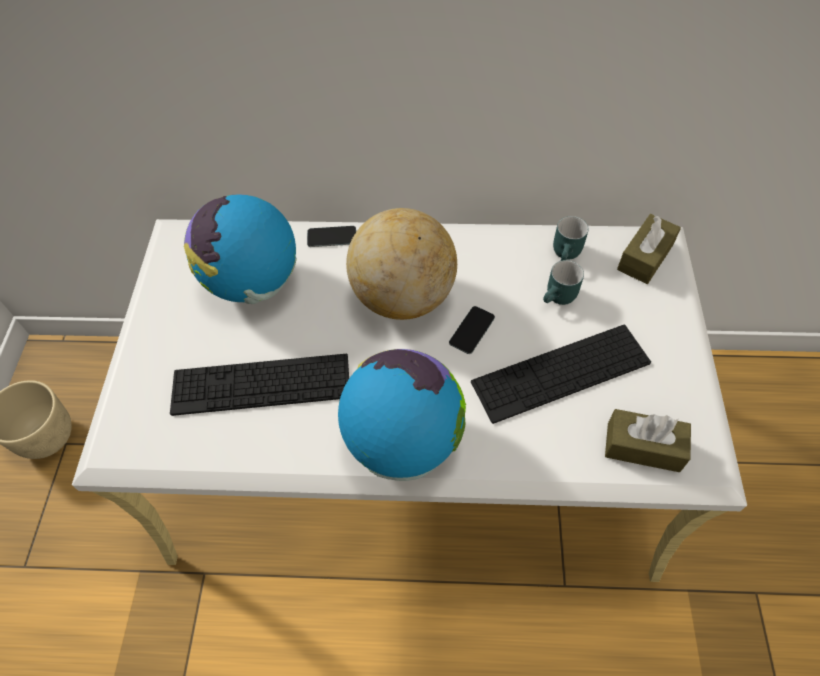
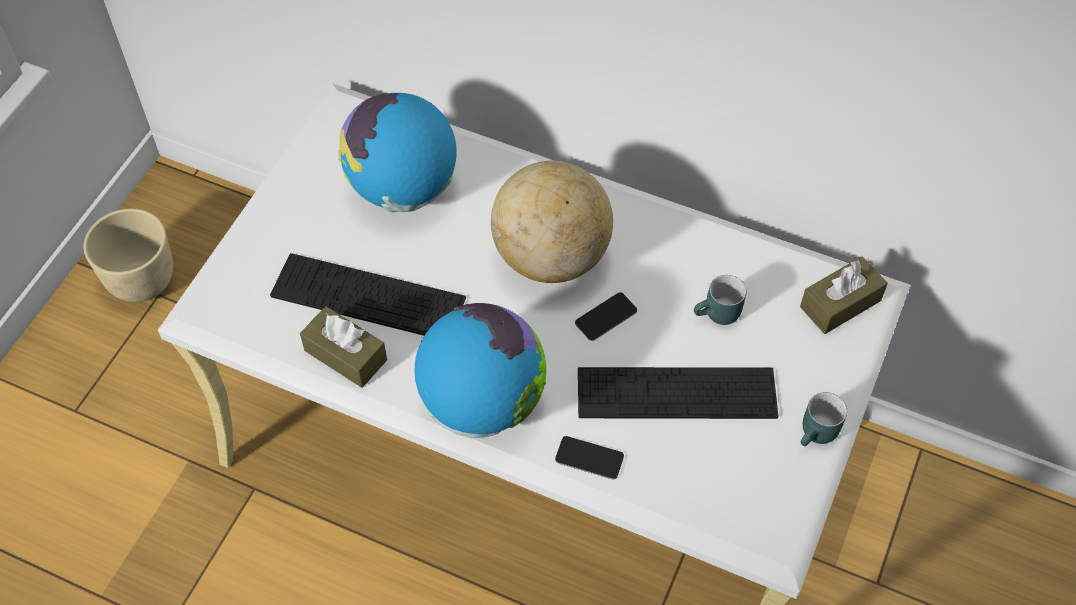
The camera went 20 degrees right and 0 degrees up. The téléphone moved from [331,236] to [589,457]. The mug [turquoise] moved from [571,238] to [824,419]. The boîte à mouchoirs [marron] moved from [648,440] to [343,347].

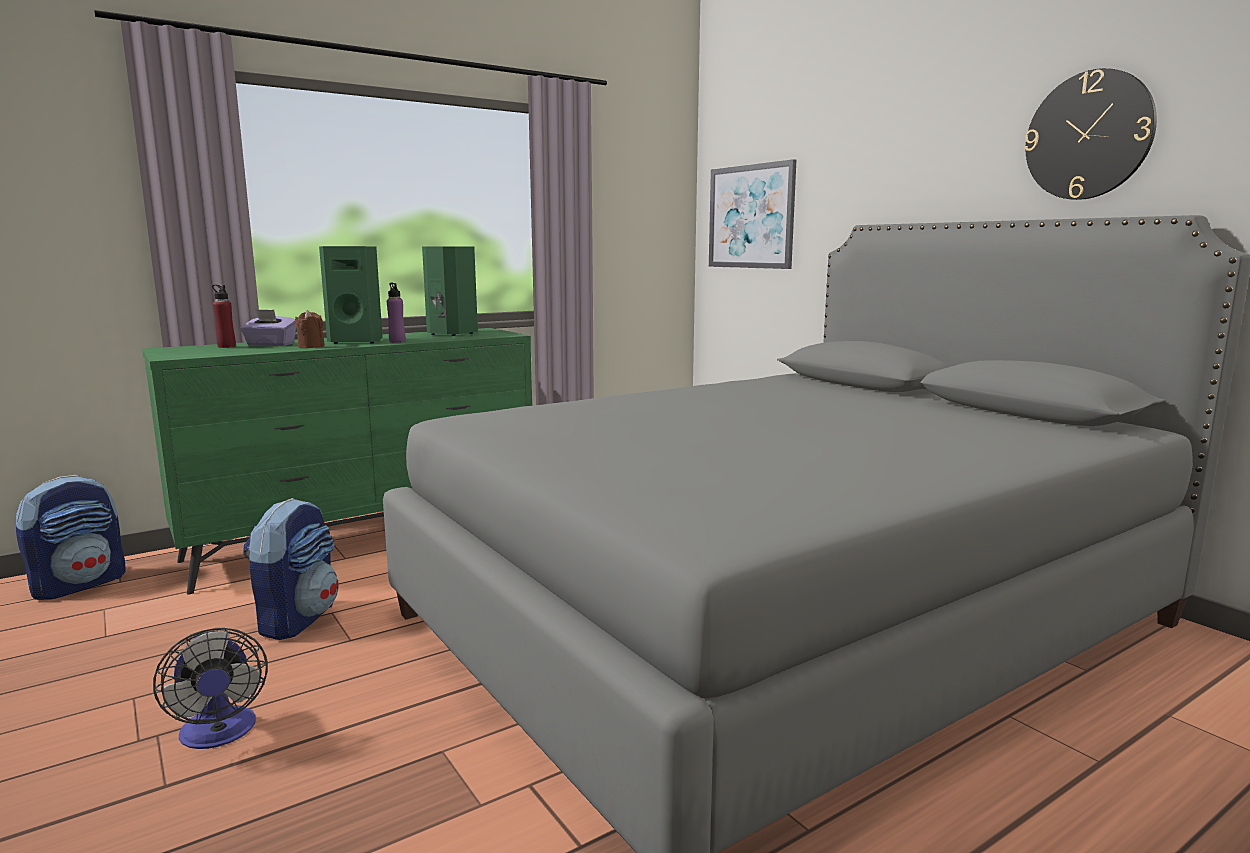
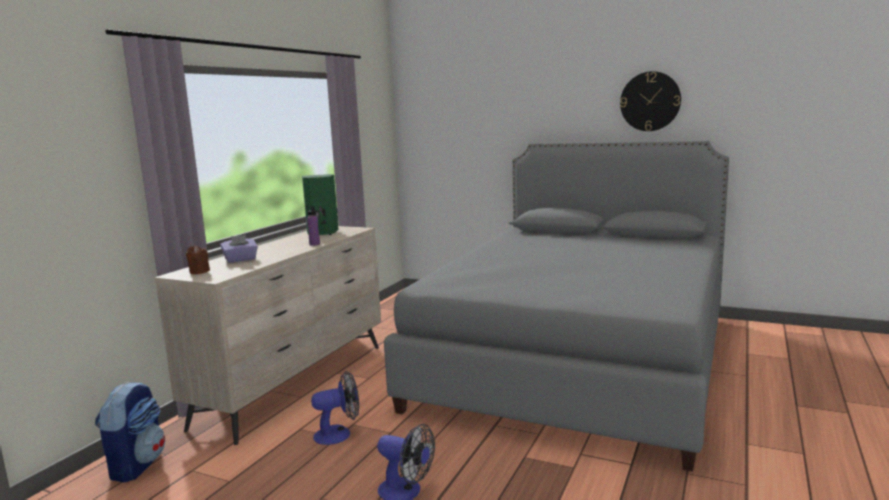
The camera went 30 degrees left and 0 degrees up. The commode [vert] at [337,461] became the commode [beige] at [267,335]. The bouteille [rouge] at [224,316] disappeared. The sac à dos at [290,569] was replaced by the ventilateur at [335,408]. The bougie [marron] moved from [310,329] to [198,259]. The enceinte [vert] at [351,295] disappeared. The tableau at [752,214] disappeared.

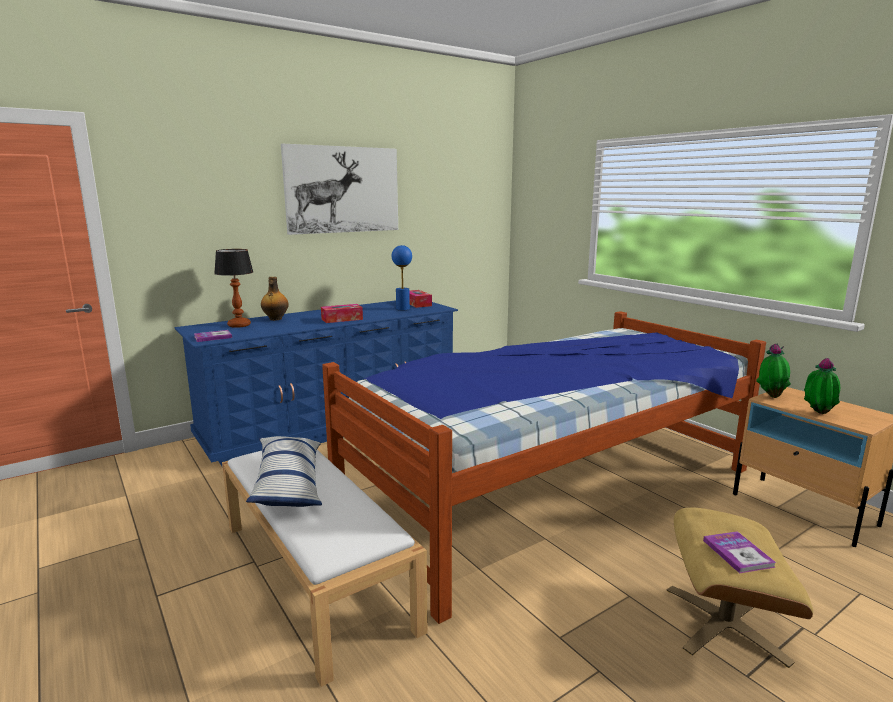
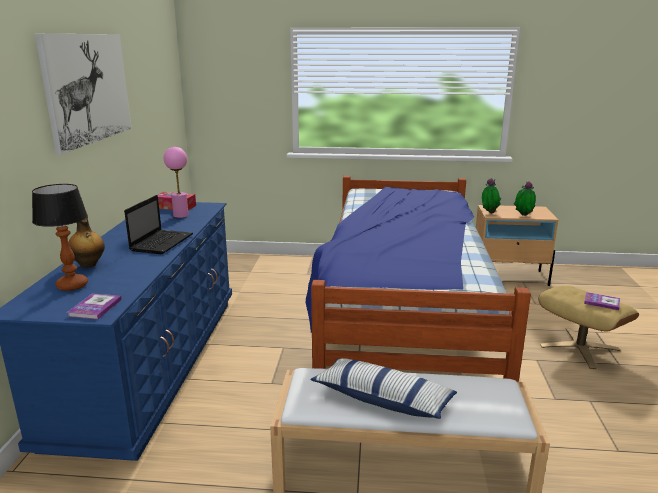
The camera went 50 degrees left and 5 degrees up. The boîte à mouchoirs at [342,313] was replaced by the ordinateur portable at [158,224]. The lampe de table [bleu] at [402,277] became the lampe de table [rose] at [176,182].

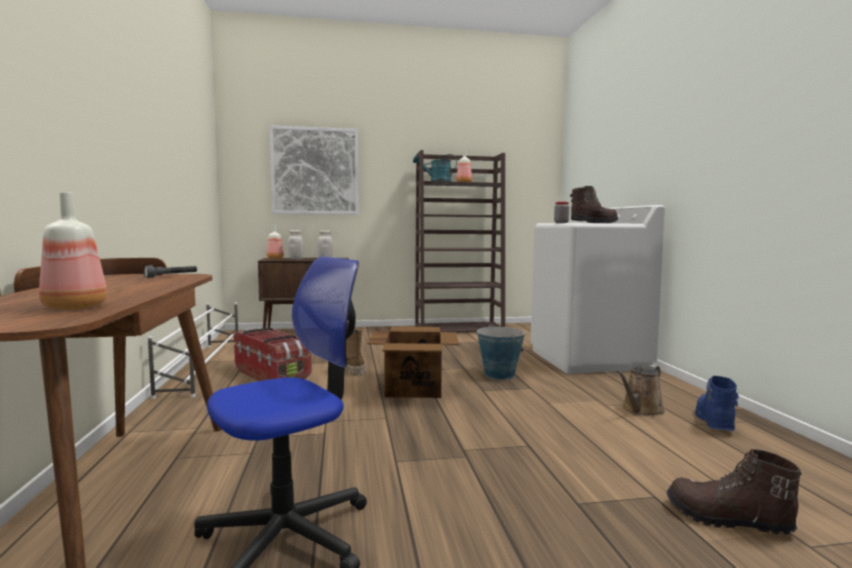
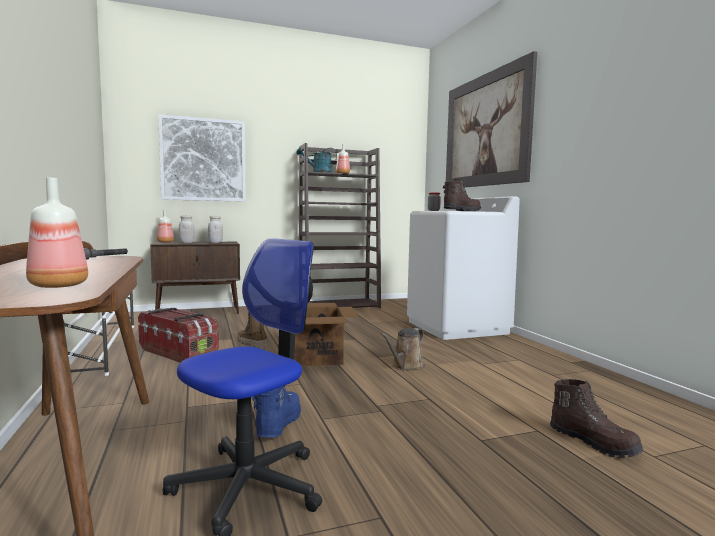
The camera went 10 degrees left and 0 degrees up. The seau at [501,352] disappeared. The arrosoir [marron] moved from [641,390] to [403,349]. The botte [marron] at [734,491] turned 150 degrees counterclockwise. The botte [bleu] moved from [716,403] to [276,412]. The tableau at [491,119] appeared.

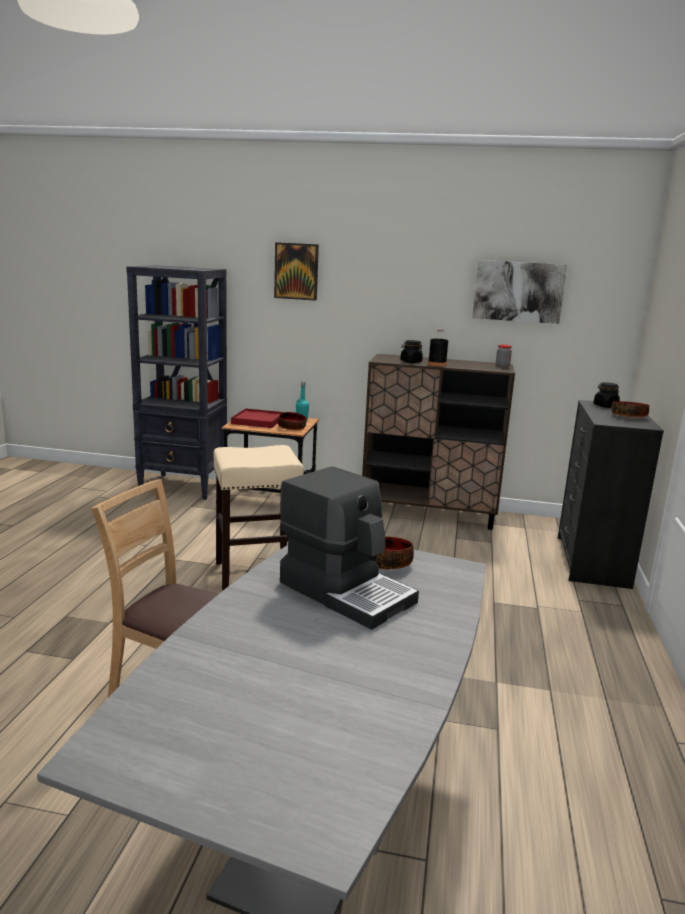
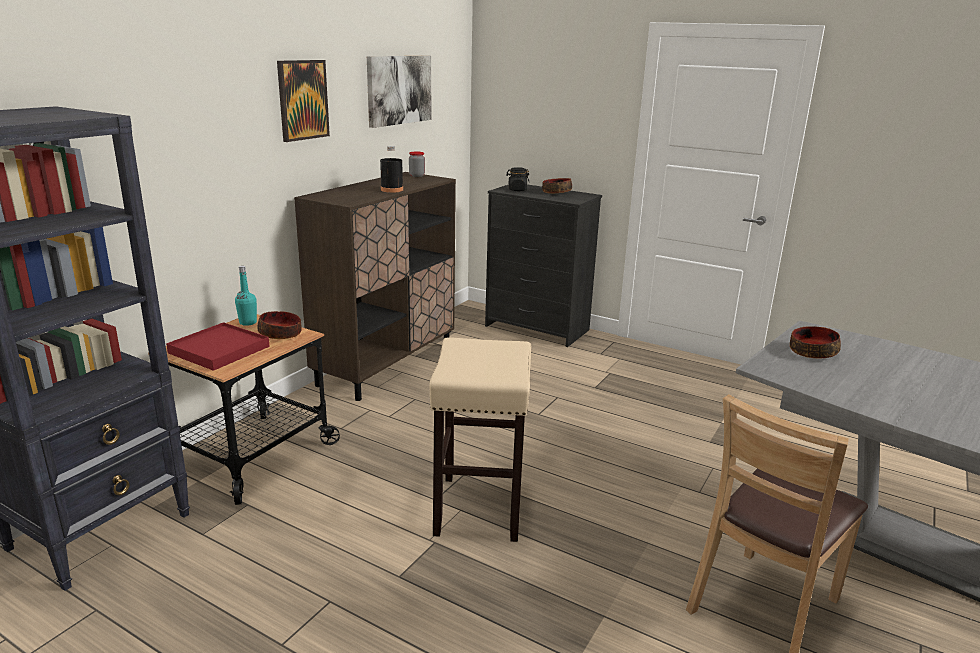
The camera went 70 degrees left and 5 degrees up. The tableau moved from [296,271] to [303,101]. The machine à café at [349,548] disappeared. The bocal [noir] at [411,351] disappeared.

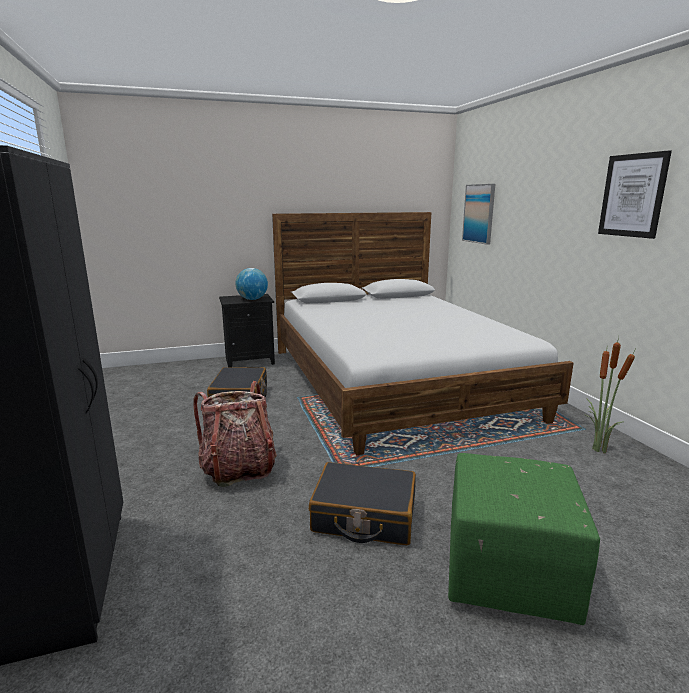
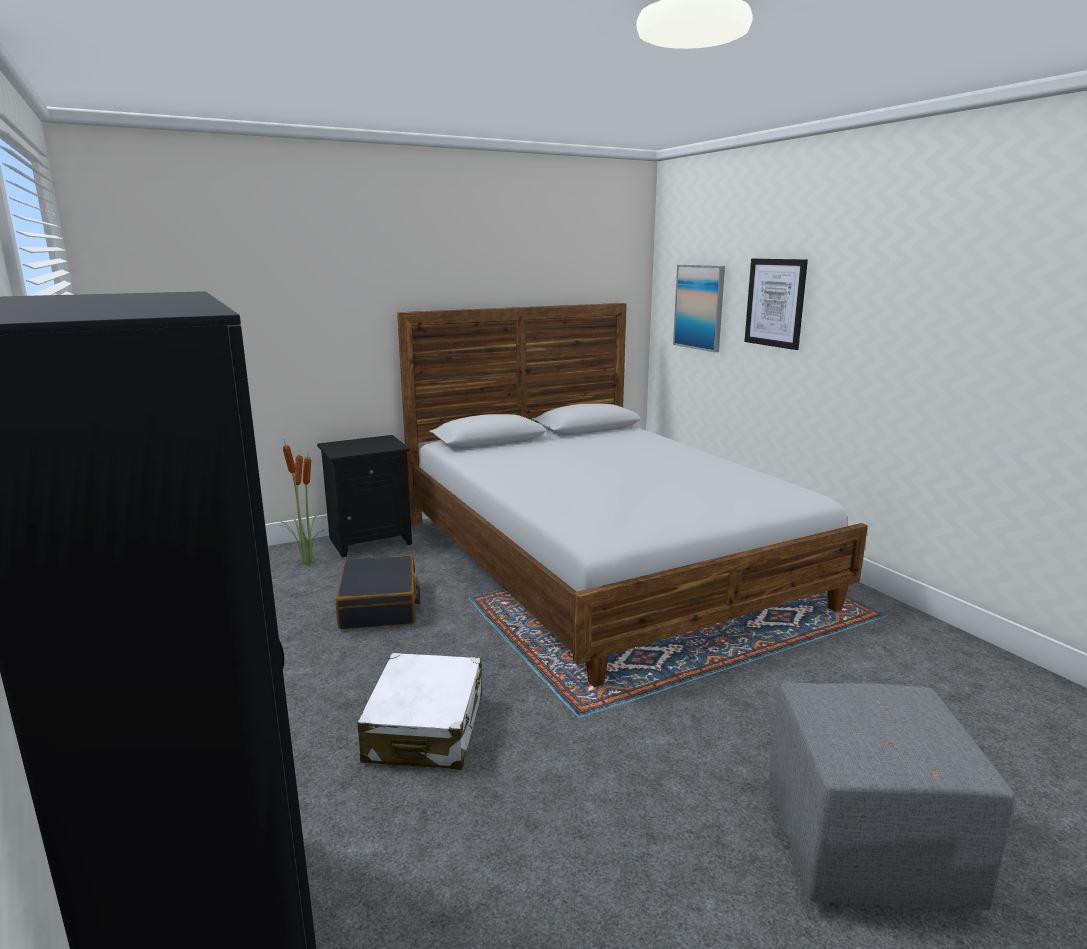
The camera went 10 degrees left and 0 degrees up. The sac à dos at [235,434] was replaced by the valise [blanc] at [420,711]. The globe at [252,284] disappeared. The valise [noir] at [362,503] disappeared. The pouf [vert] at [524,539] became the pouf [gris] at [891,796]. The plante en pot moved from [610,395] to [300,503]. The tableau moved from [635,194] to [776,304].

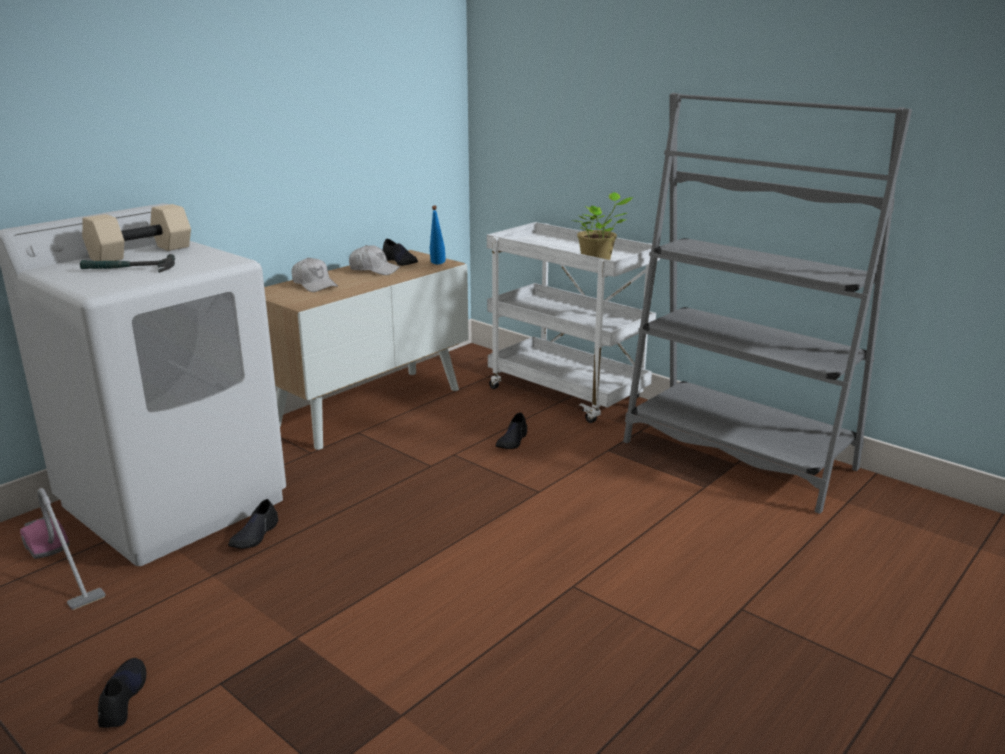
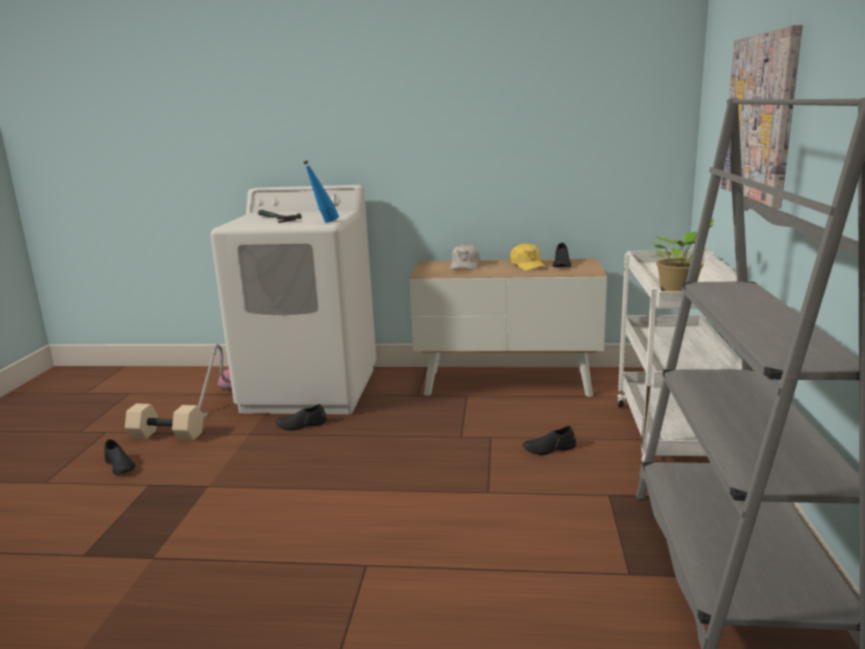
The camera went 55 degrees right and 5 degrees down. The haltère [beige] moved from [136,232] to [164,422]. The chaussure [noir] at [122,693] turned 90 degrees clockwise. The casquette [blanc] at [374,260] became the casquette [jaune] at [528,257]. The bouteille [bleu] moved from [438,235] to [321,191]. The tableau at [761,116] appeared.

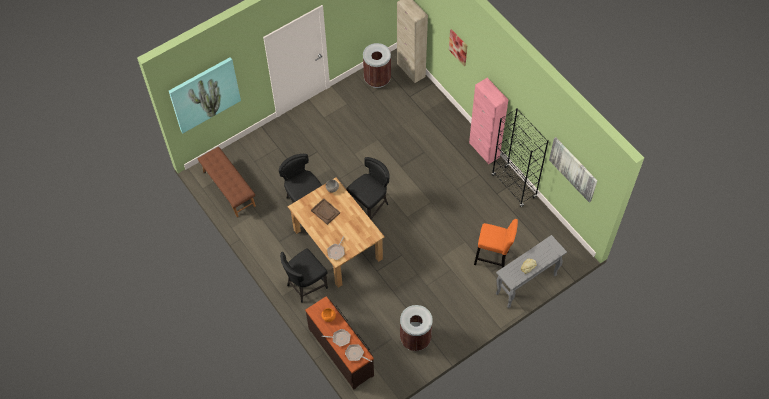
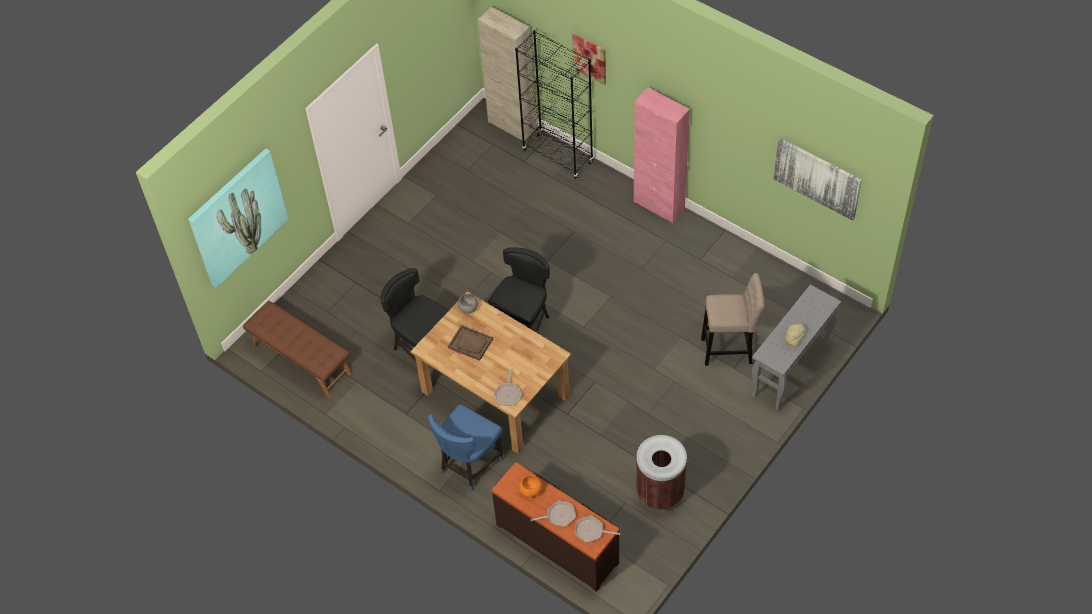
The camera went 15 degrees left and 5 degrees down. The chaise [noir] at [304,275] became the chaise [bleu] at [465,447]. The poubelle [marron] at [377,65] disappeared. The tabouret [orange] at [496,243] became the tabouret [beige] at [732,319]. The bibliothèque [noir] moved from [520,157] to [554,104].

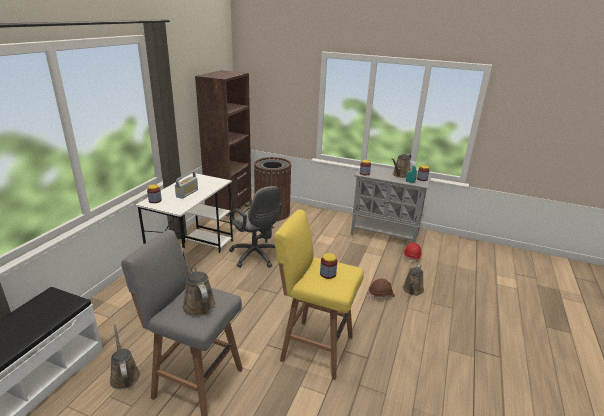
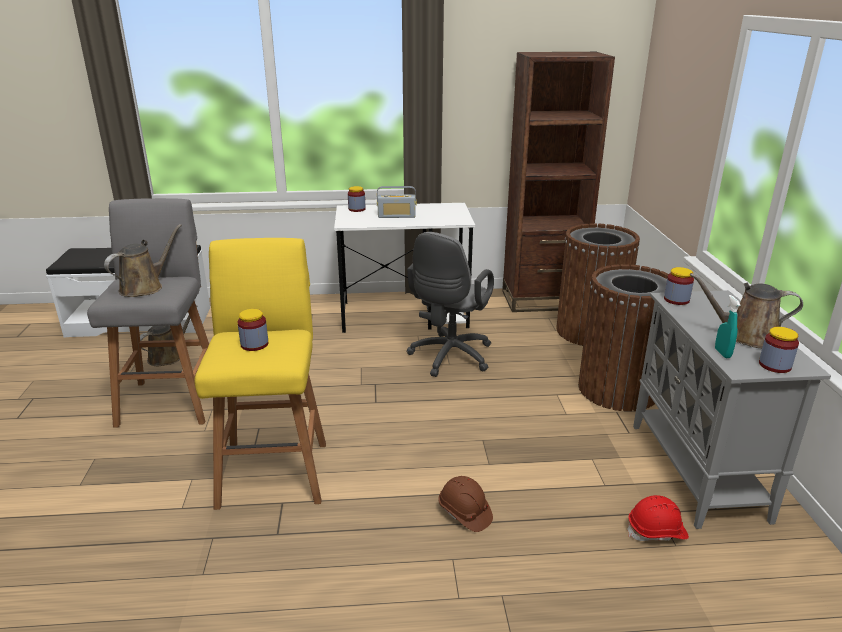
The camera went 65 degrees right and 0 degrees up. The arrosoir [marron] at [413,280] disappeared. The poubelle [marron] at [623,338] appeared.

